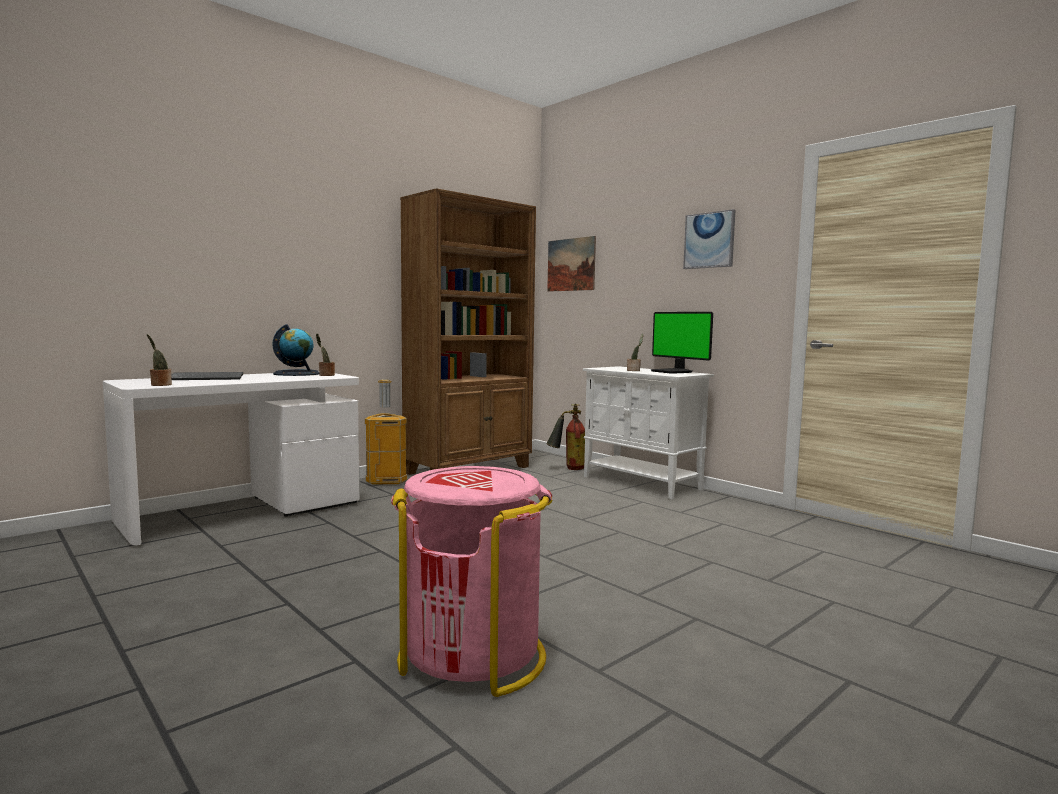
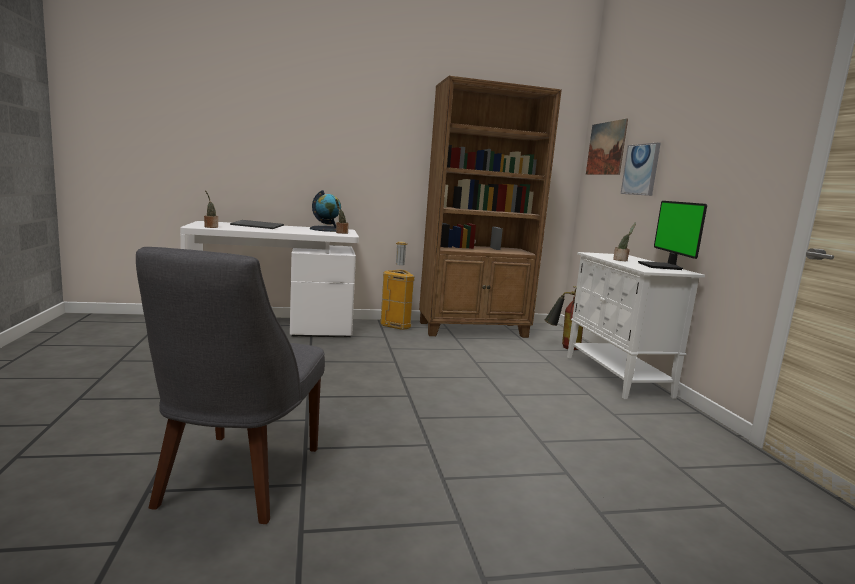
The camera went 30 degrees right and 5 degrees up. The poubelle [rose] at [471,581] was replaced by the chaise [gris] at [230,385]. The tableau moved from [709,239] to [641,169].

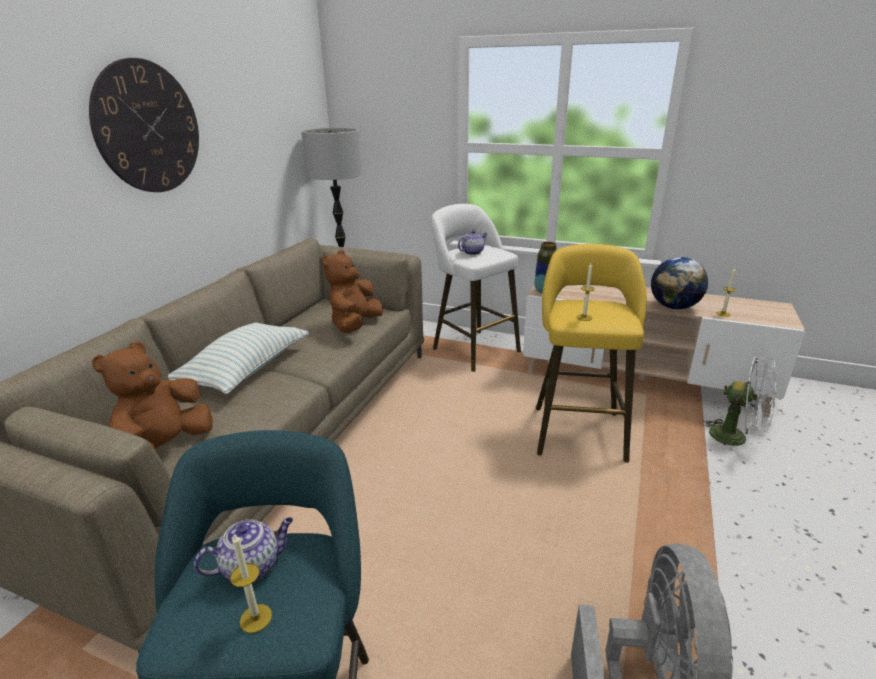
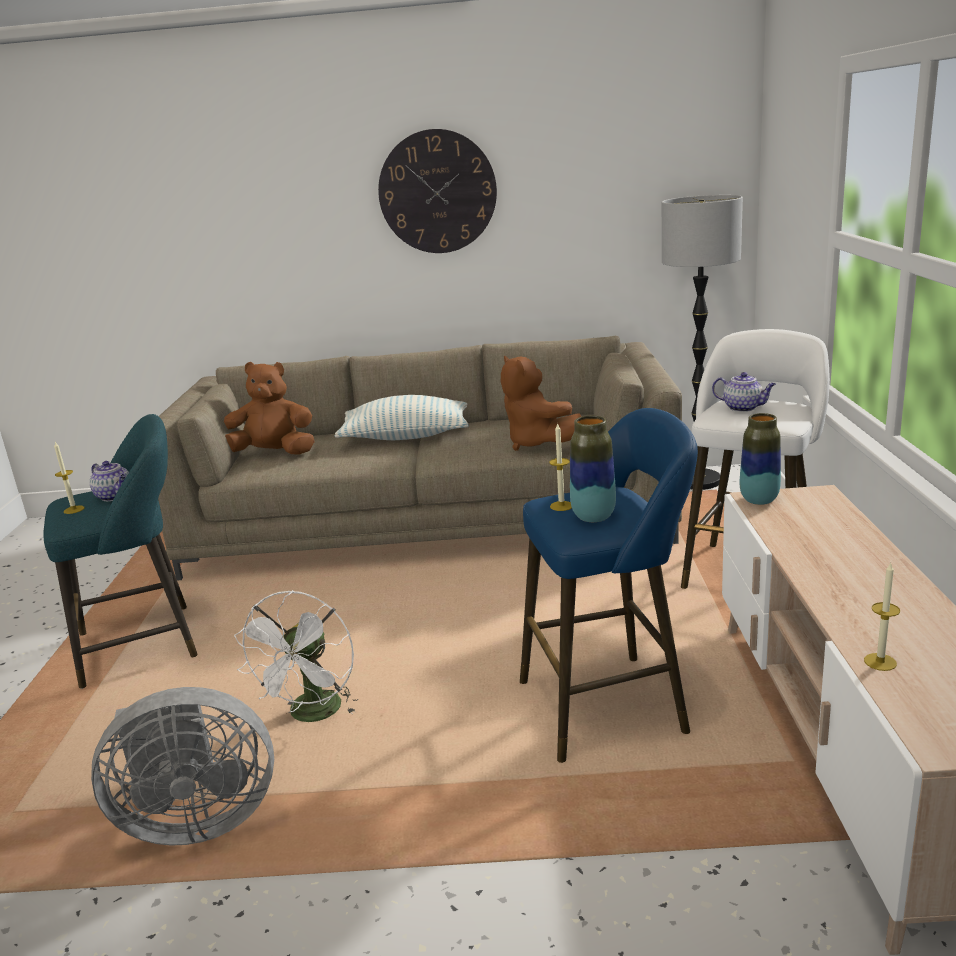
The camera went 70 degrees right and 5 degrees down. The peluche [marron] at [352,291] turned 120 degrees counterclockwise. The tabouret [jaune] at [591,353] became the tabouret [bleu] at [609,585]. The globe at [679,283] disappeared. The ventilateur [blanc] moved from [738,406] to [296,656]. The vase at [593,469] appeared.

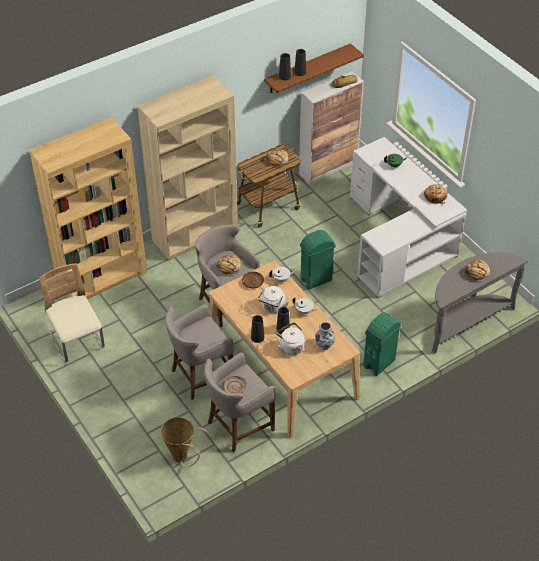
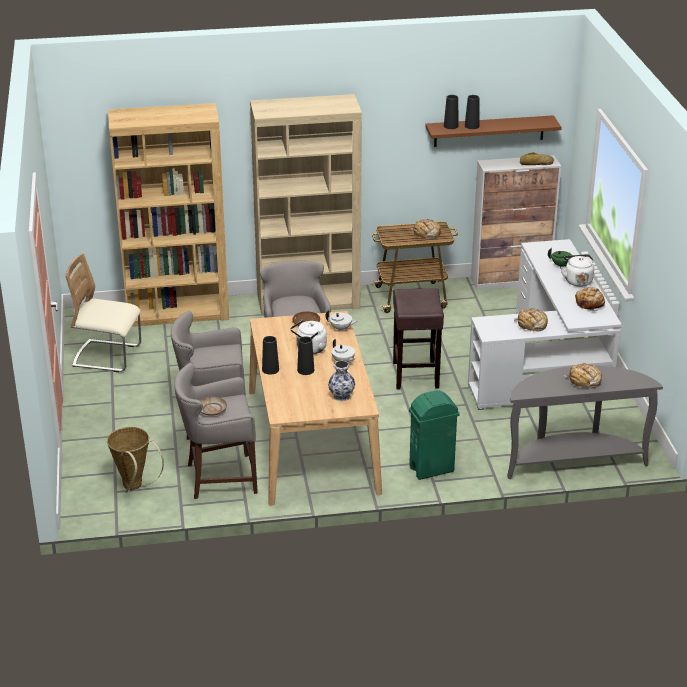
The camera went 25 degrees right and 15 degrees down. The chaise [beige] at [72,312] turned 75 degrees counterclockwise. The pain moved from [227,265] to [531,320]. The bouilloire [blanc] moved from [290,339] to [577,270]. The poubelle [vert] at [318,260] was replaced by the tabouret [marron] at [418,339].

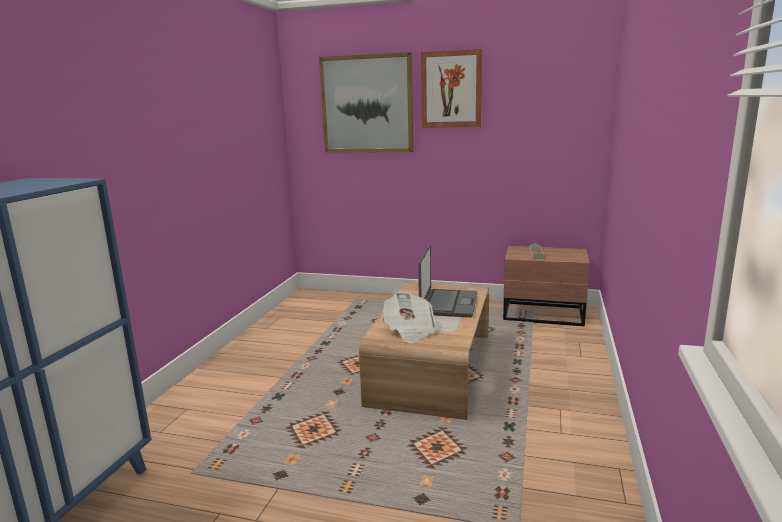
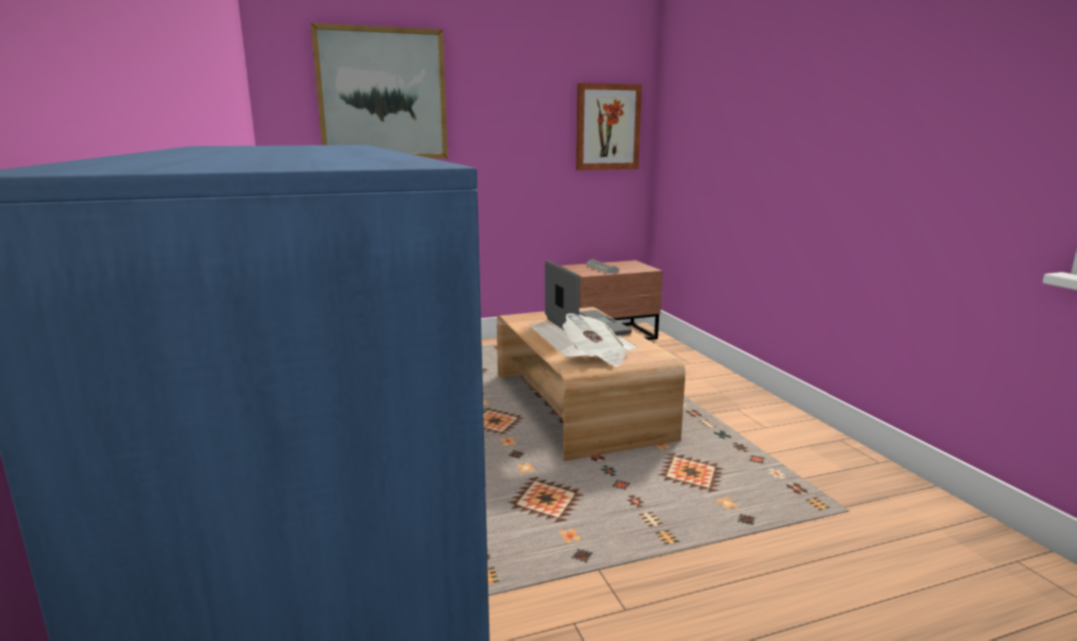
The camera went 35 degrees left and 0 degrees up. The tableau moved from [452,88] to [609,126].

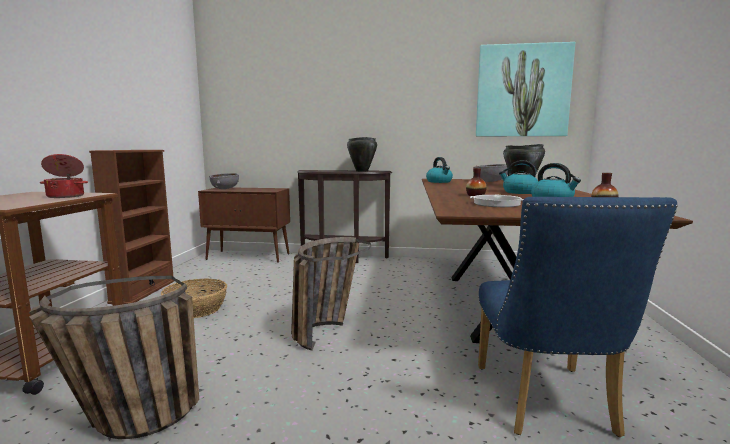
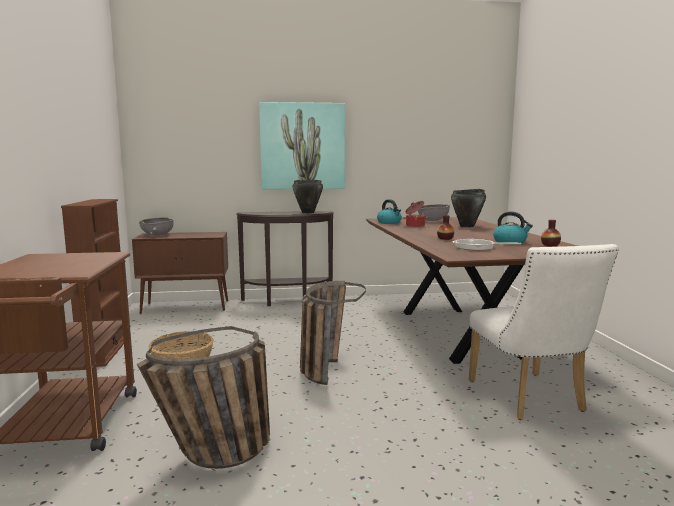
The camera went 15 degrees left and 0 degrees up. The marmite moved from [64,176] to [415,214]. The tableau moved from [525,89] to [302,145]. The chaise [bleu] at [578,317] became the chaise [blanc] at [544,332]. The bouilloire at [518,177] disappeared.

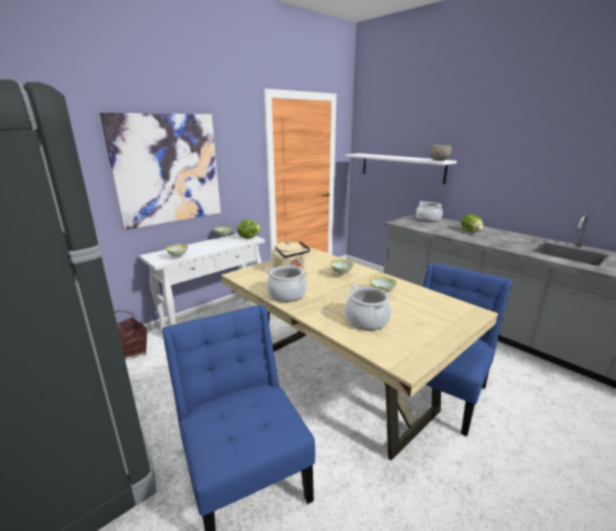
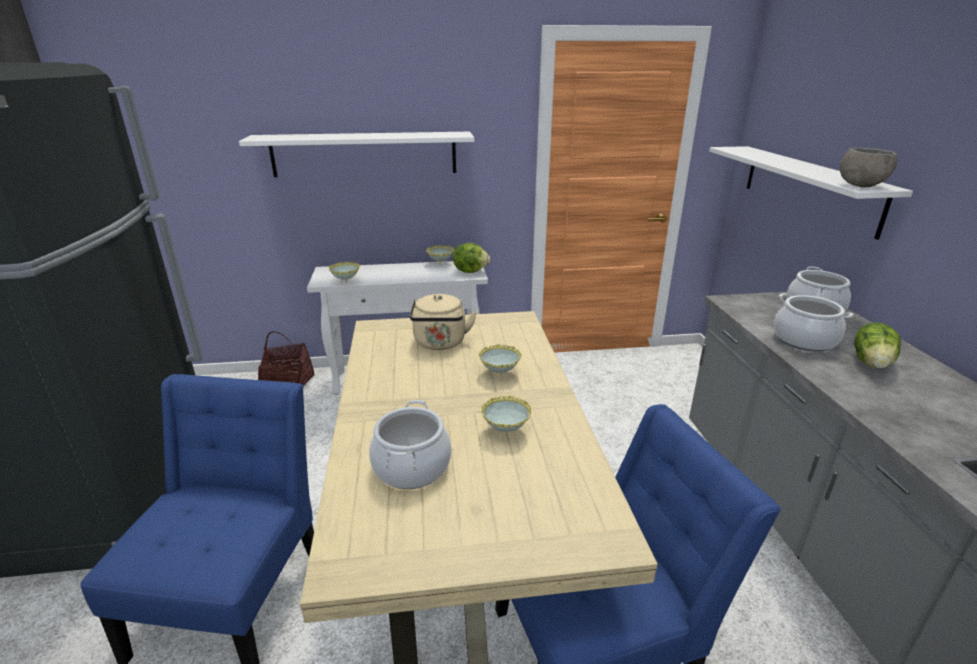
The camera went 35 degrees right and 5 degrees up. The tableau at [160,171] was replaced by the étagère [blanc] at [356,154]. The marmite moved from [287,284] to [814,322].

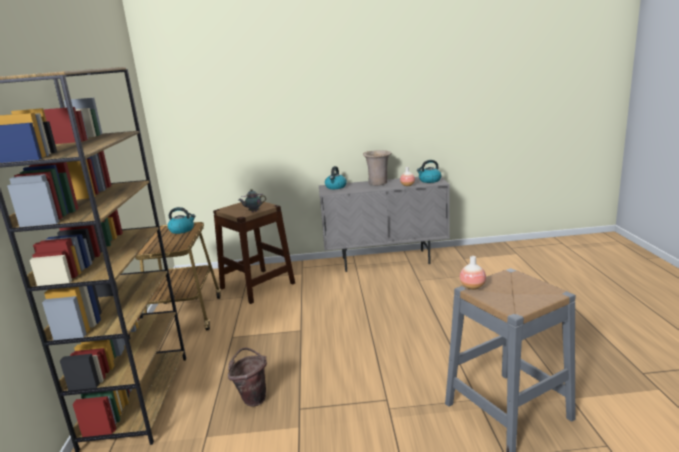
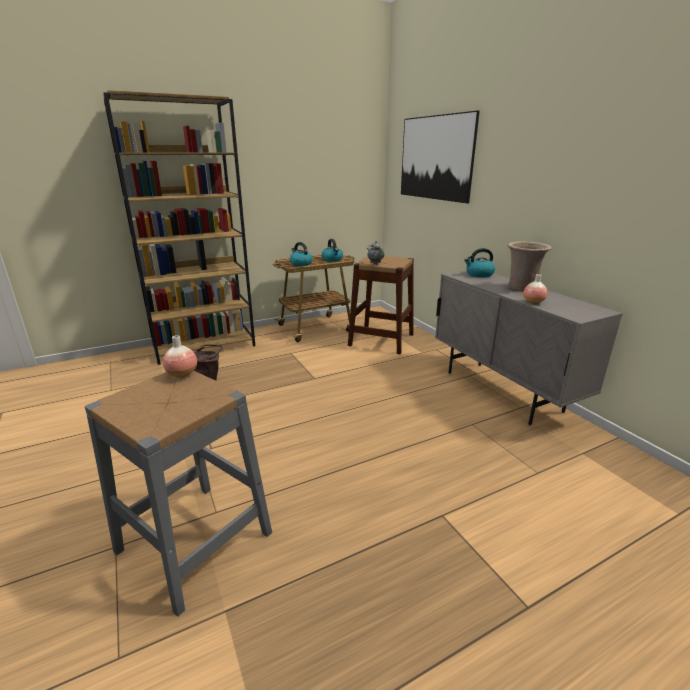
The camera went 65 degrees right and 5 degrees up. The bouilloire moved from [429,171] to [301,254]. The tableau at [440,157] appeared.

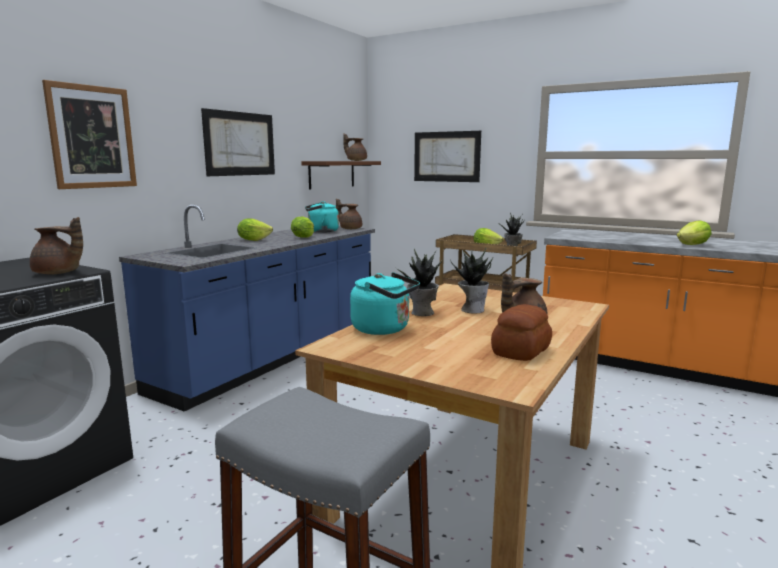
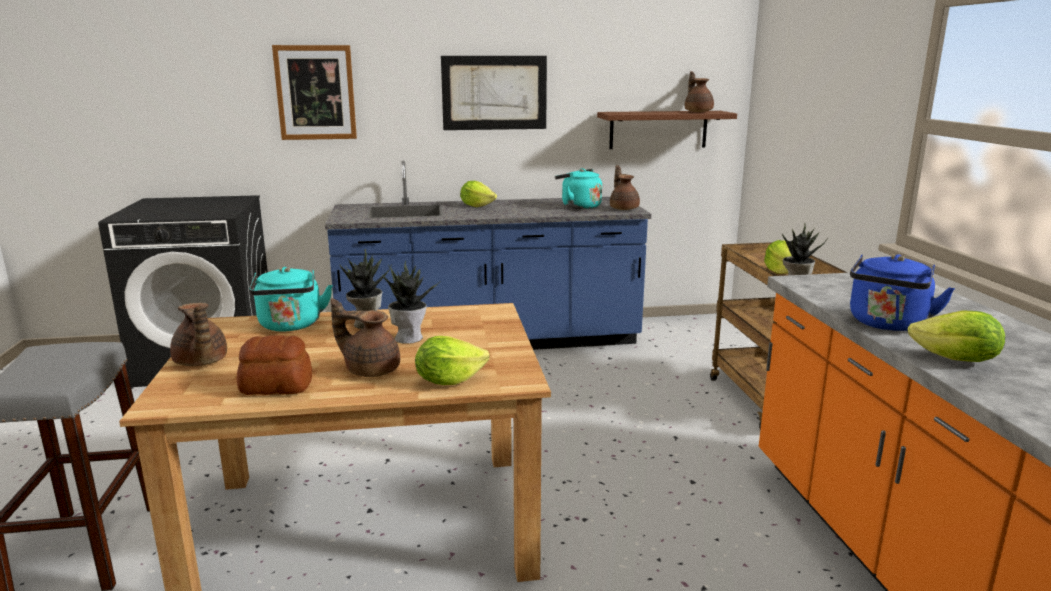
The camera went 50 degrees right and 5 degrees up. The théière [marron] moved from [56,245] to [198,334]. The laitue moved from [302,227] to [452,360]. The tableau at [447,156] disappeared. The bouilloire [bleu] at [902,292] appeared.

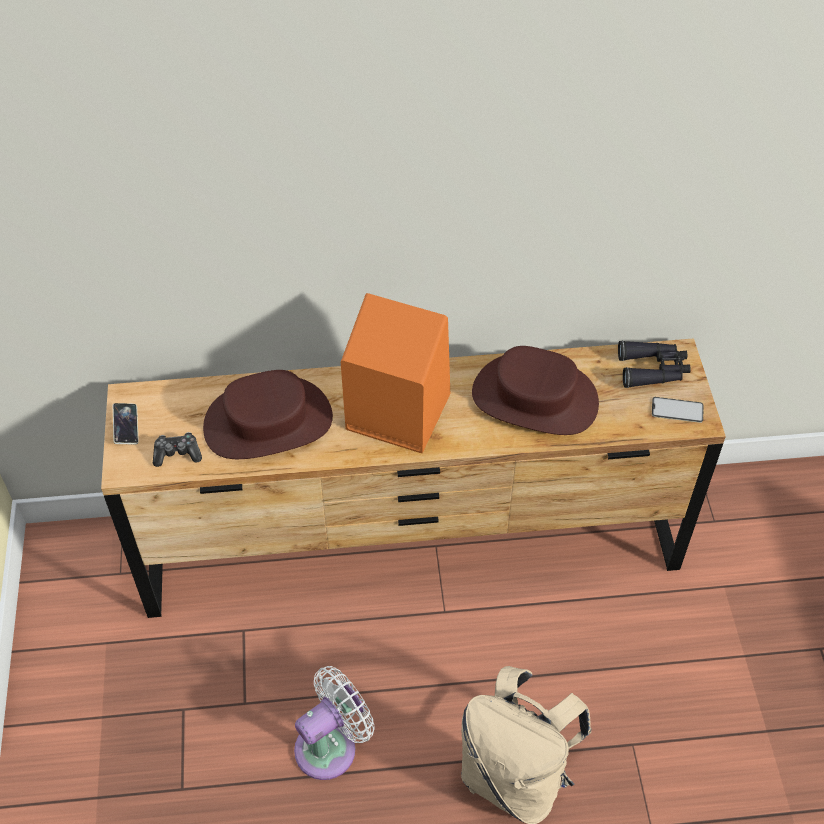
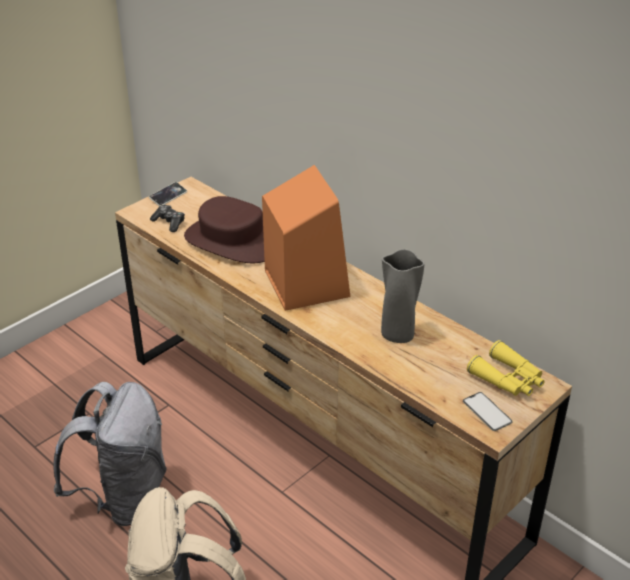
The camera went 50 degrees right and 15 degrees down. The ventilateur [blanc] at [334,723] was replaced by the sac à dos [gris] at [110,454]. The chapeau [marron] at [535,390] was replaced by the vase [gris] at [402,296]. The jumelles [noir] at [654,364] became the jumelles [jaune] at [506,368].

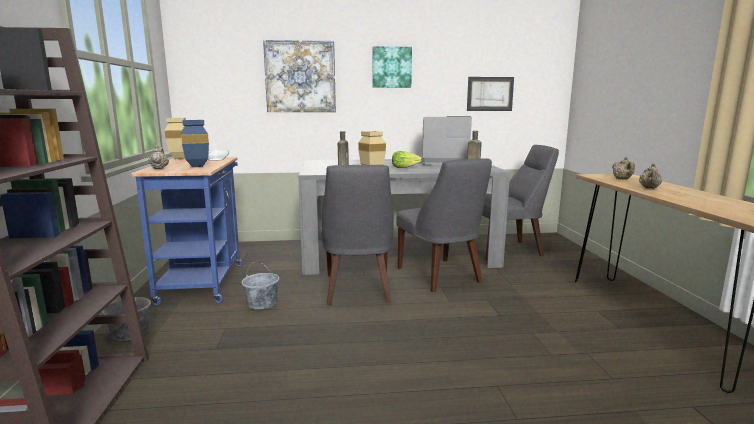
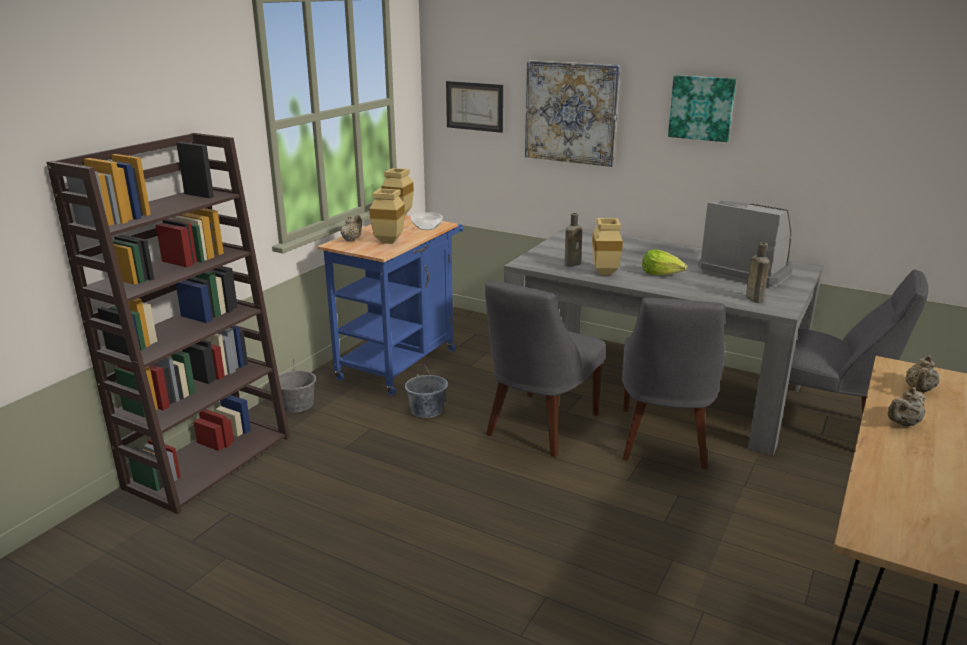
The camera went 35 degrees right and 10 degrees up. The vase [bleu] at [195,143] became the vase [beige] at [387,216]. The tableau moved from [490,94] to [474,107].

